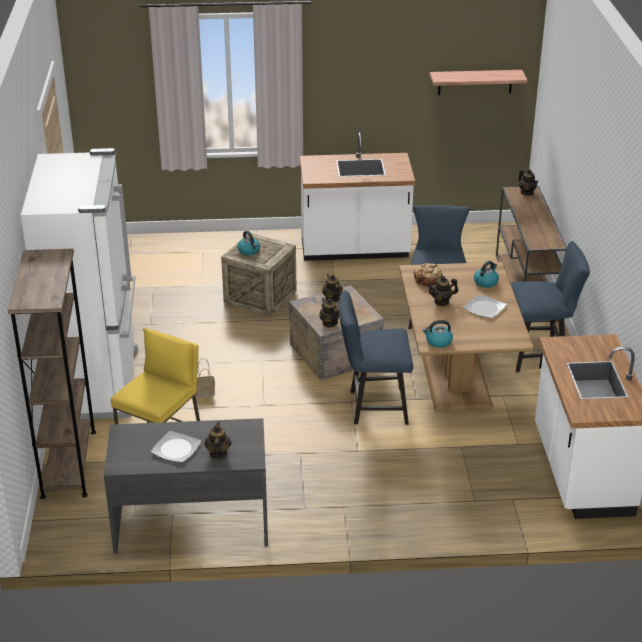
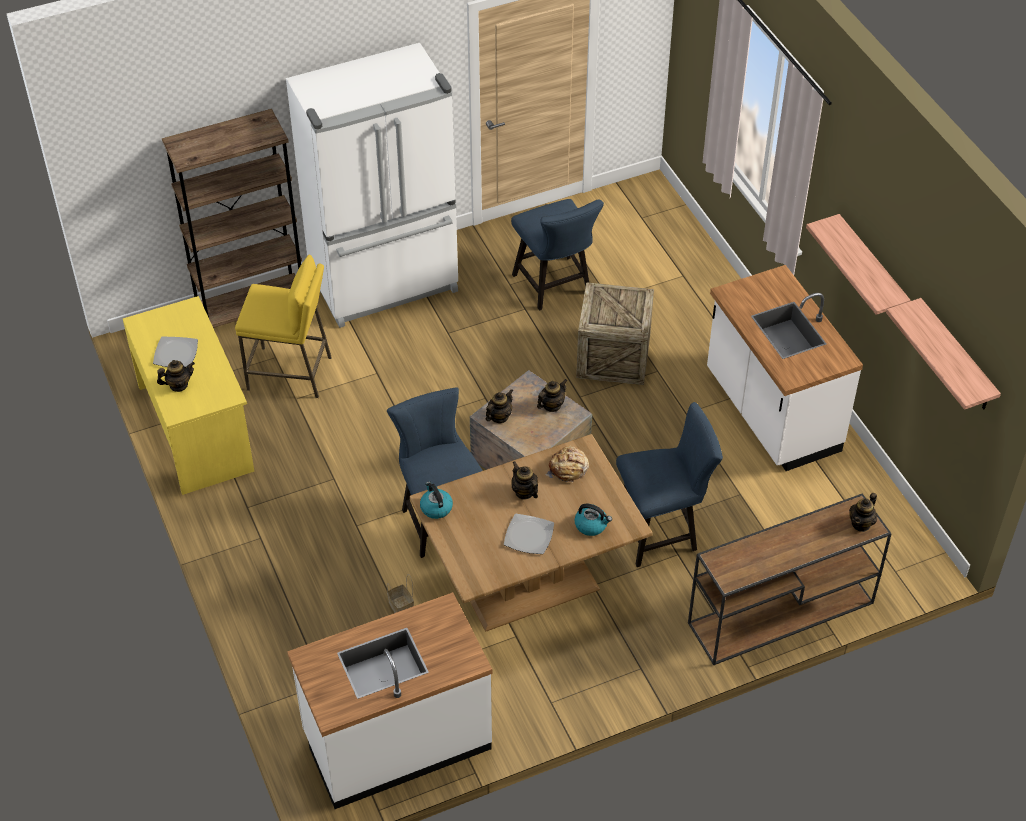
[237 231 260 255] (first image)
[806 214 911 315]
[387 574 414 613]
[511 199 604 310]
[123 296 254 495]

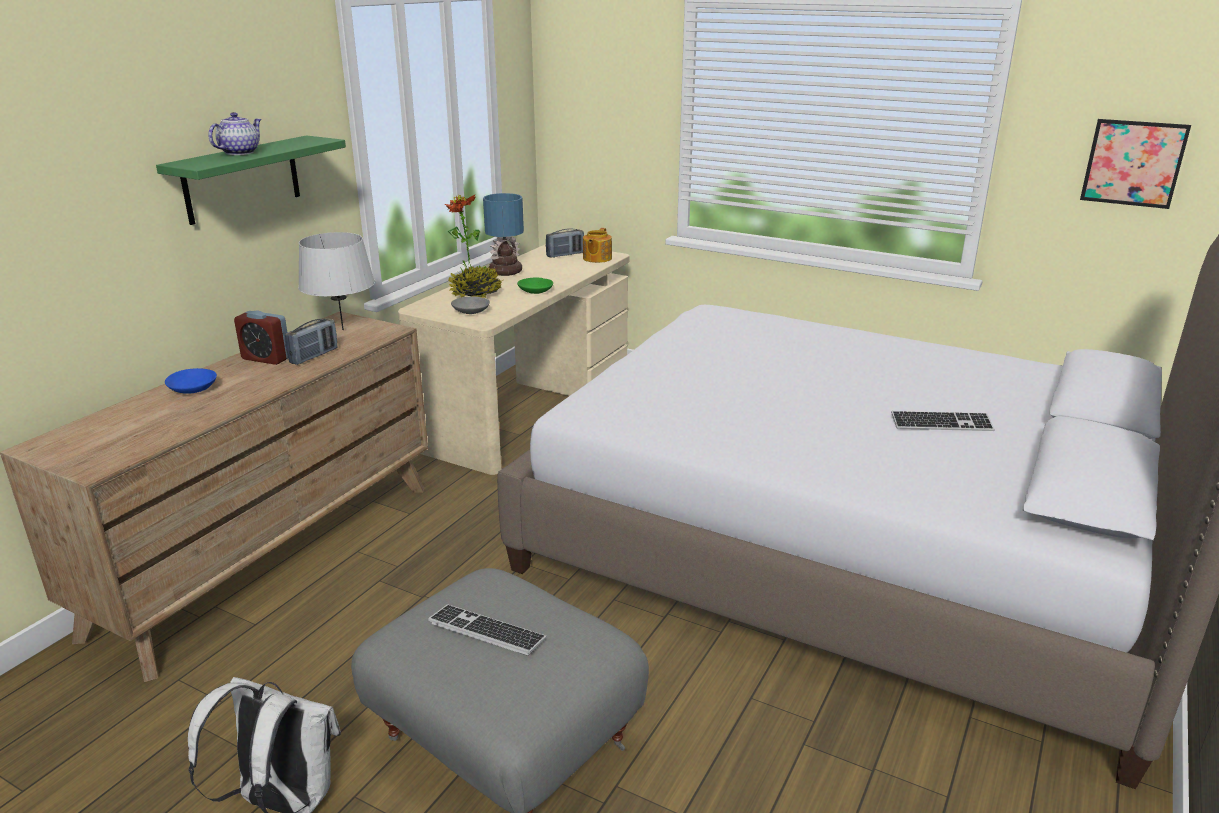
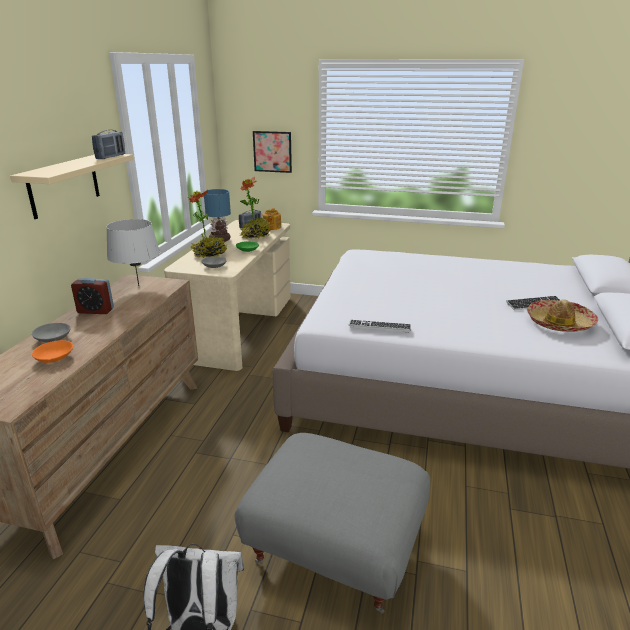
[208 112 262 155] (first image)
[32 340 73 363]
[239 176 271 239]
[527 300 598 332]
[92 129 125 159]
[349 320 411 332]
[253 131 292 173]
[10 154 133 219]
[32 323 71 342]

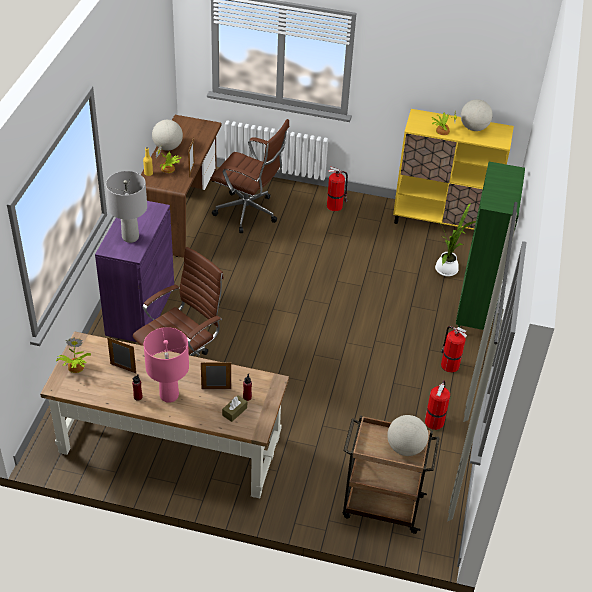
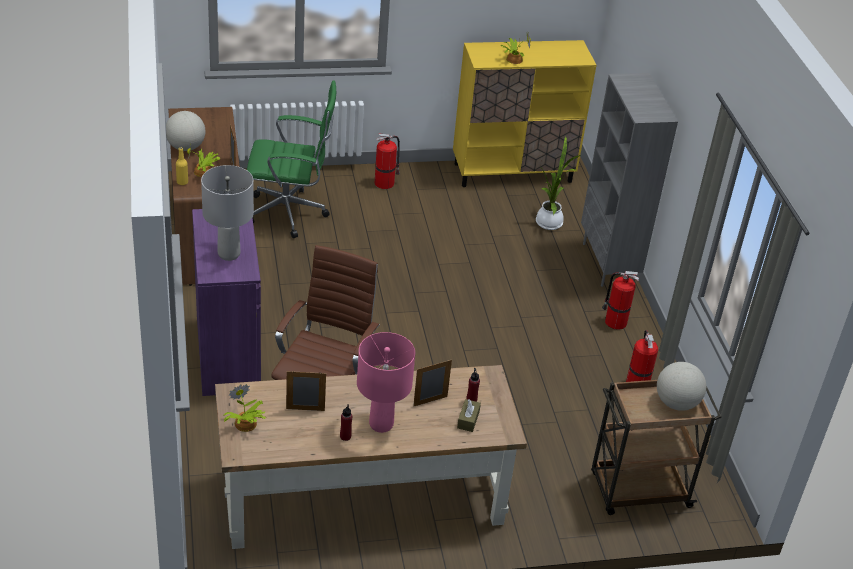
[461 99 493 131] (first image)
[247 80 336 238]
[581 73 678 287]

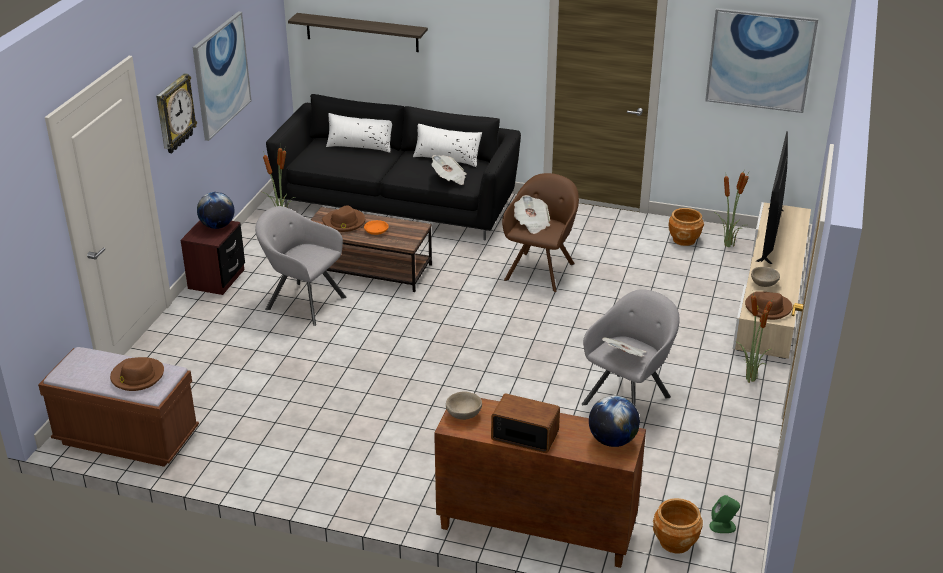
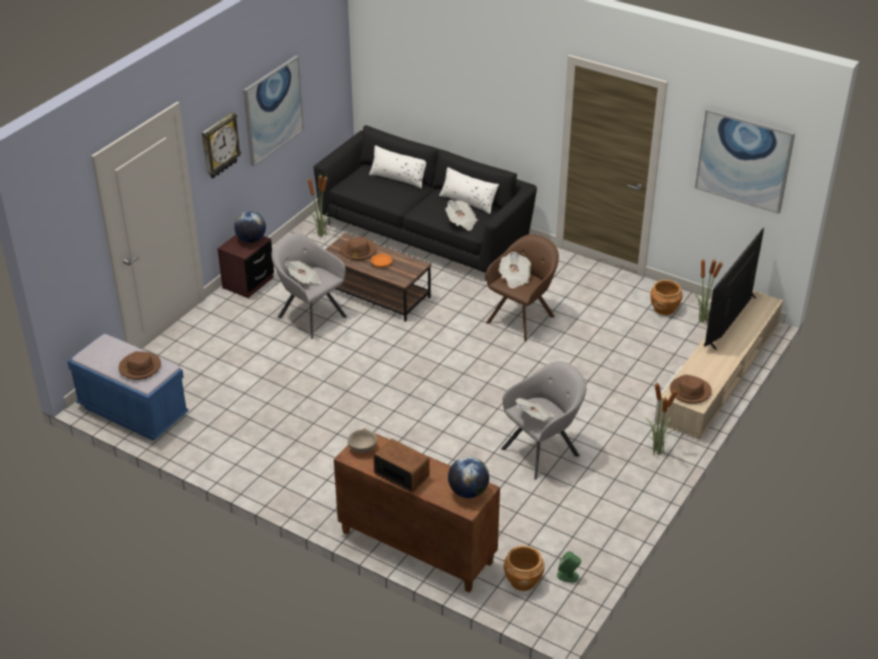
[288 13 428 52] (first image)
[751 267 780 287] (first image)
[285 261 321 284]
[67 334 189 441]

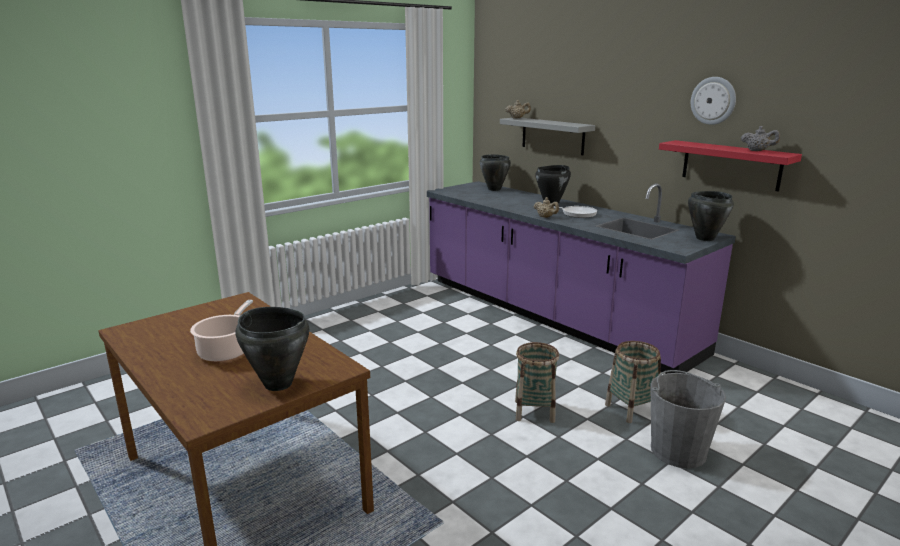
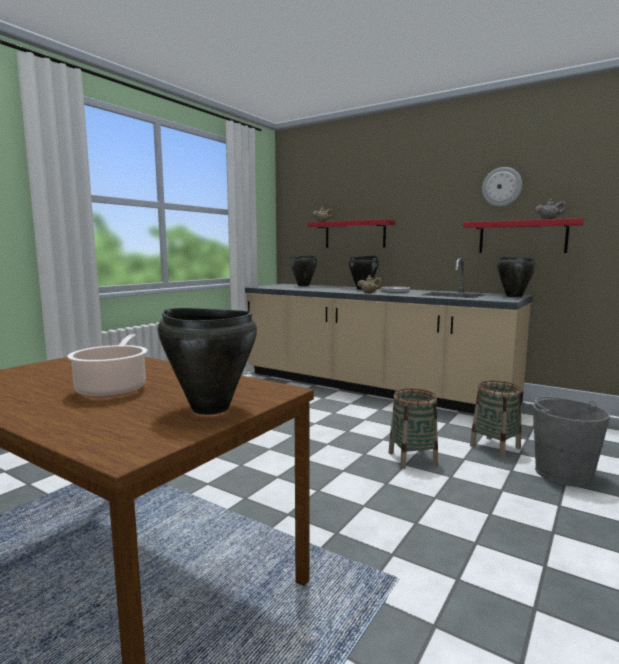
[245 258 533 414]
[308 219 395 248]

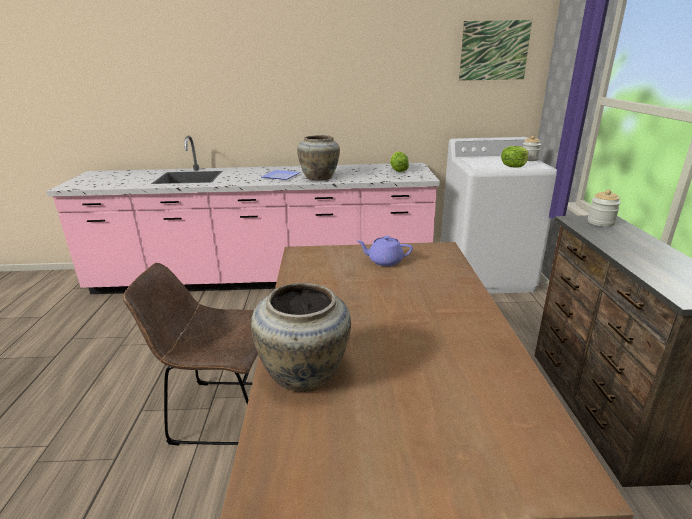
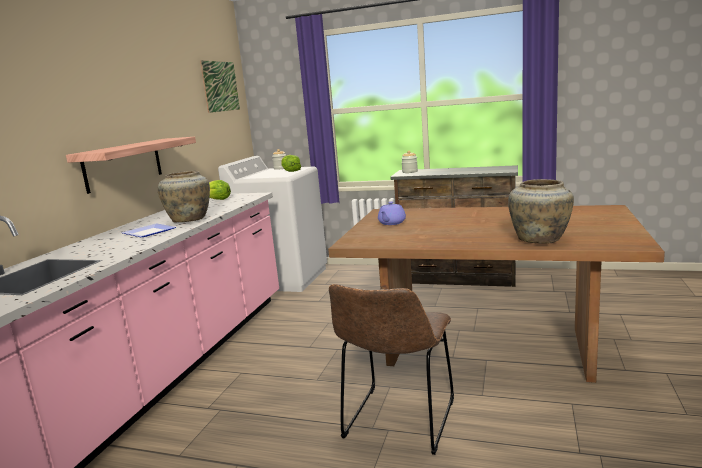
[66 137 196 194]

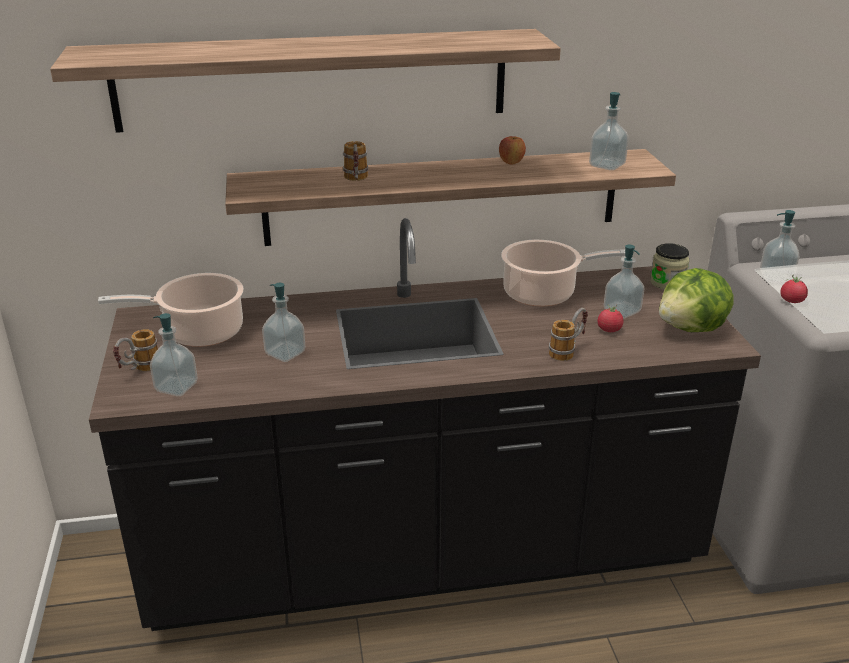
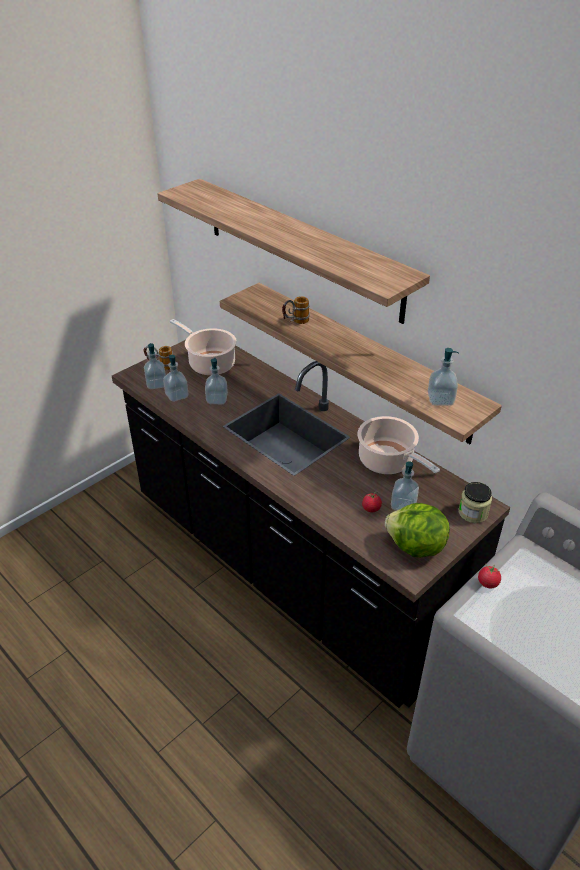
[499 136 526 165] (first image)
[549 308 588 361] (first image)
[163 355 188 402]

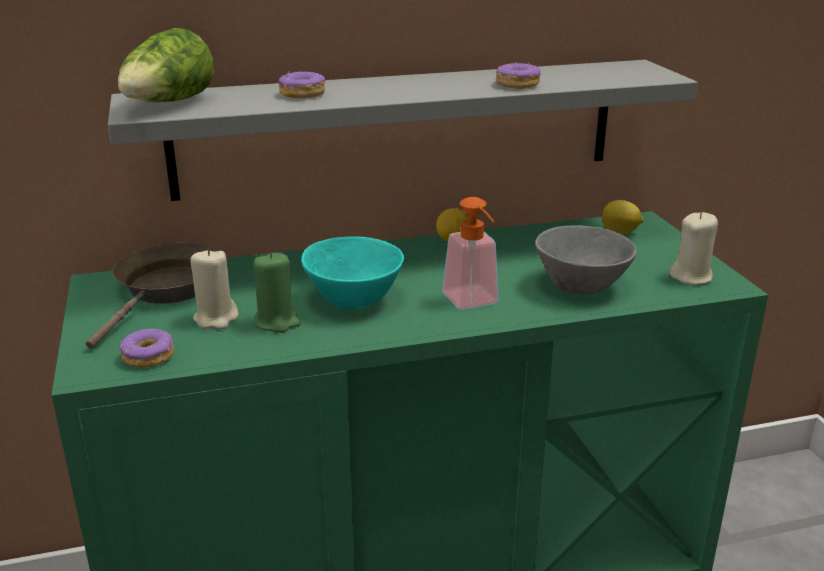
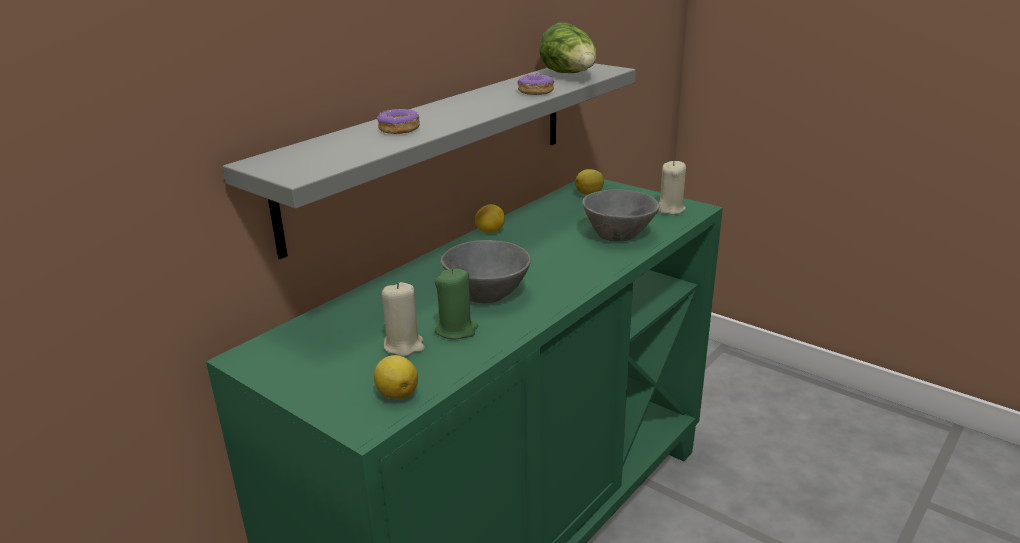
[86 243 217 349] (first image)
[442 197 499 310] (first image)
[539 23 597 73]
[374 355 418 400]
[440 240 531 303]

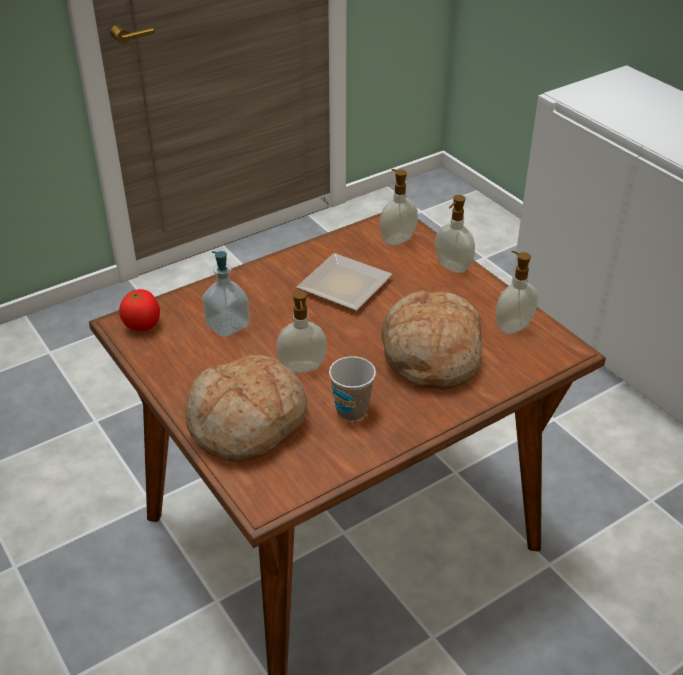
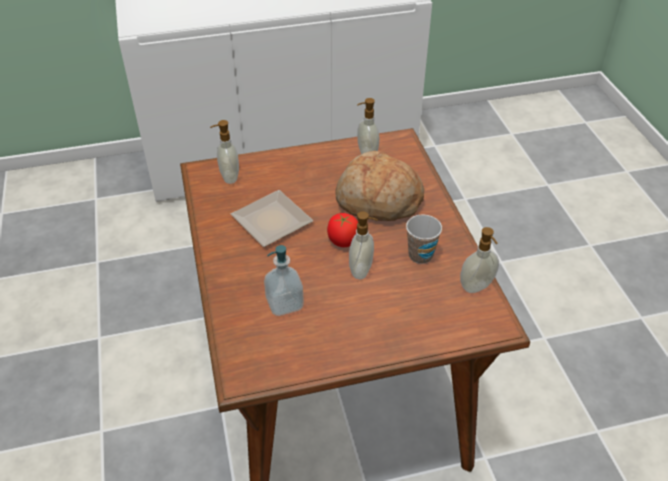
[185 355 307 462] (first image)
[327 213 358 247]
[460 227 499 293]

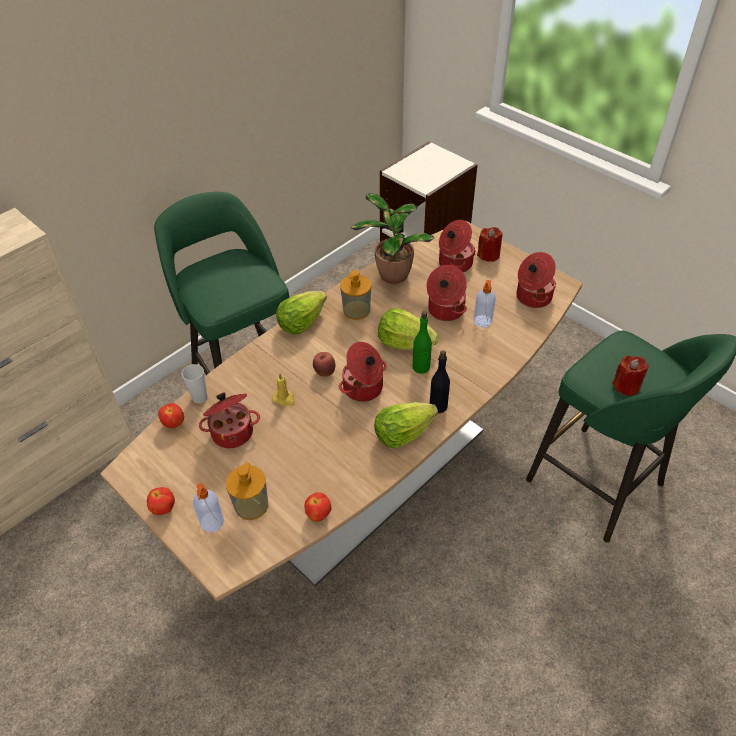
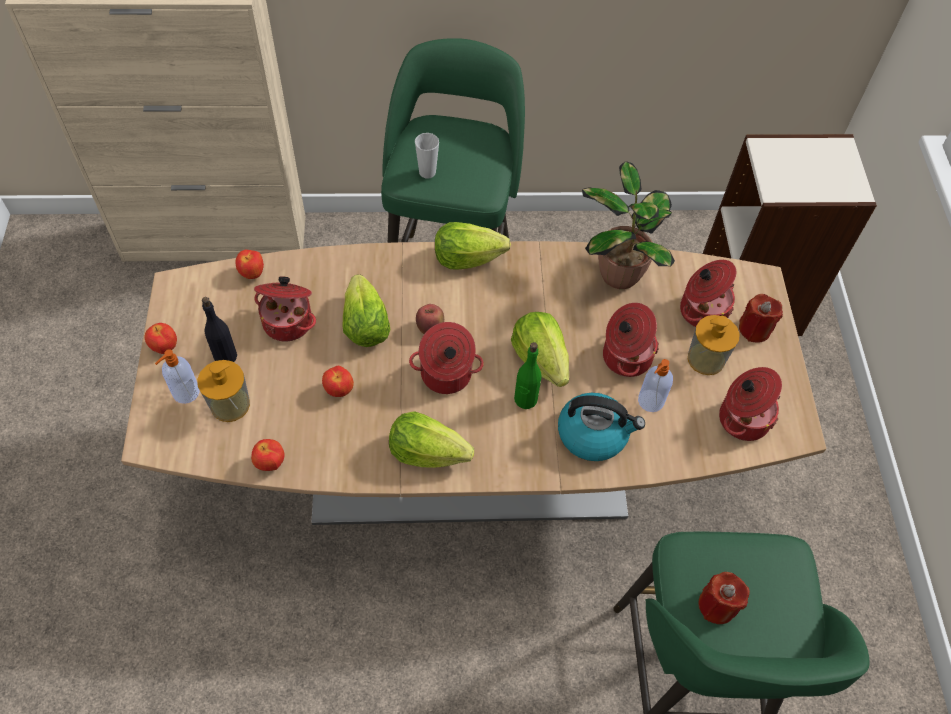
[322 365 354 397]
[558 393 645 461]
[415 133 439 179]
[688 315 740 375]
[202 297 237 362]
[343 274 391 347]

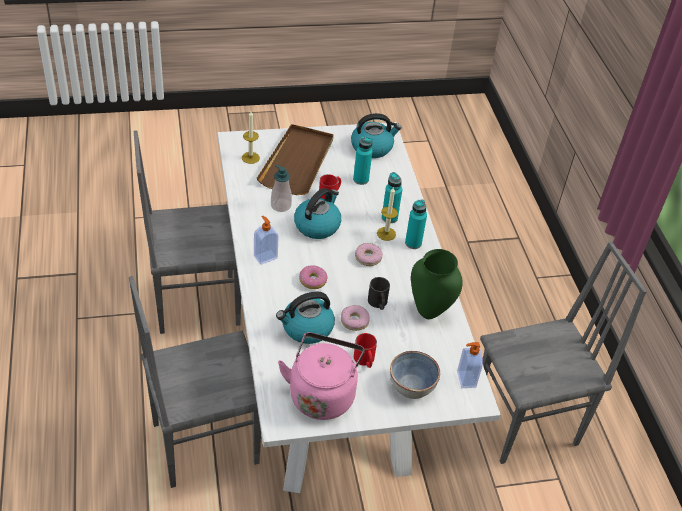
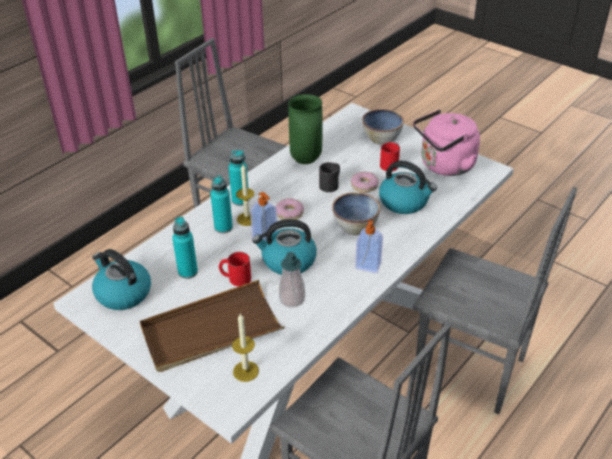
[250 192 278 241]
[332 192 380 235]

